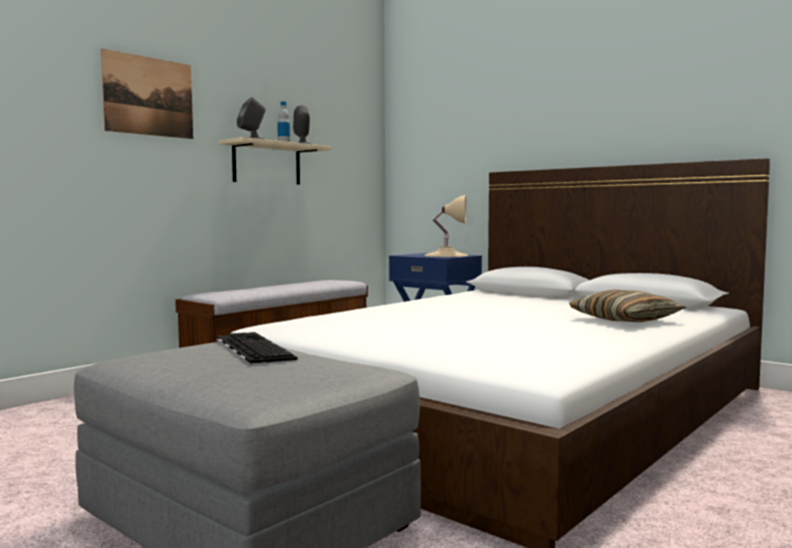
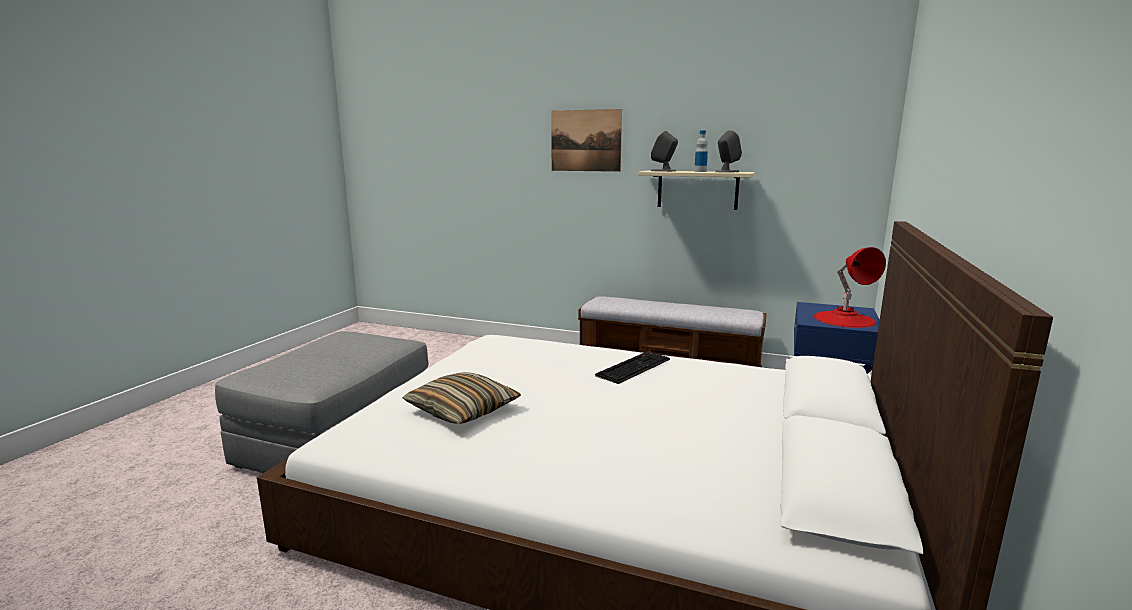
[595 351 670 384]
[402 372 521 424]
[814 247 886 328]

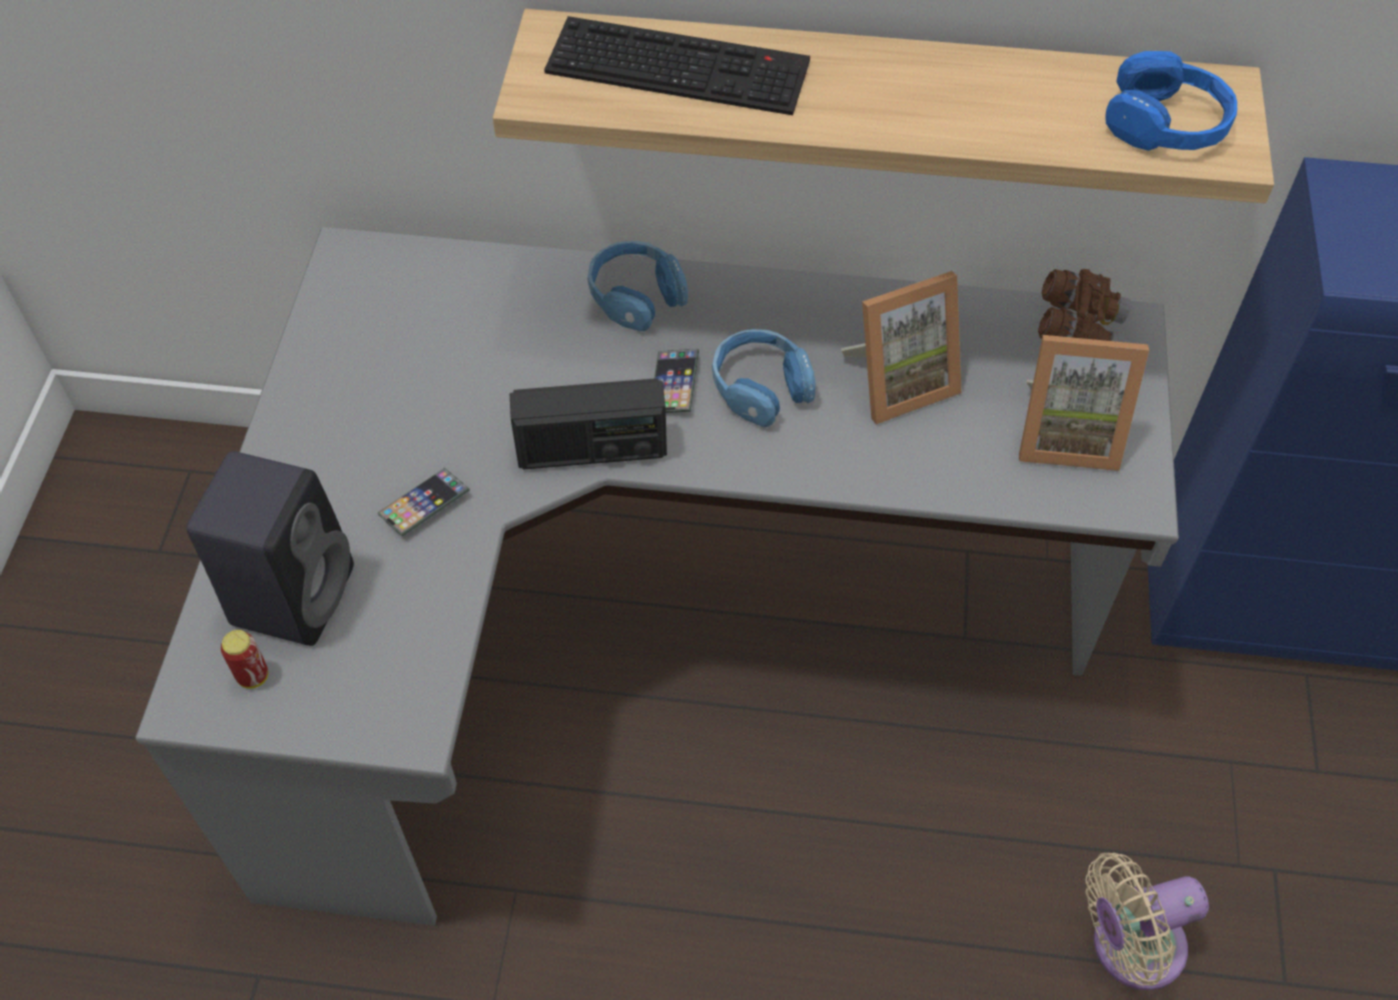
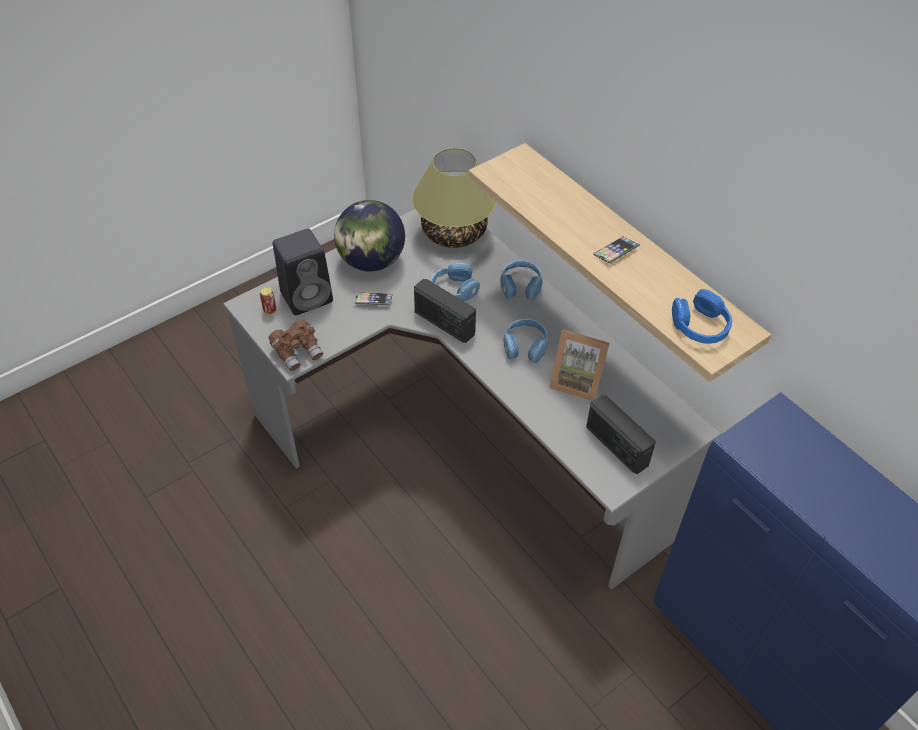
[544 16 810 115] (first image)
[1085 853 1209 990] (first image)
[334 200 405 271]
[412 148 497 248]
[431 263 480 301]
[593 236 640 264]
[268 319 323 371]
[586 395 656 474]

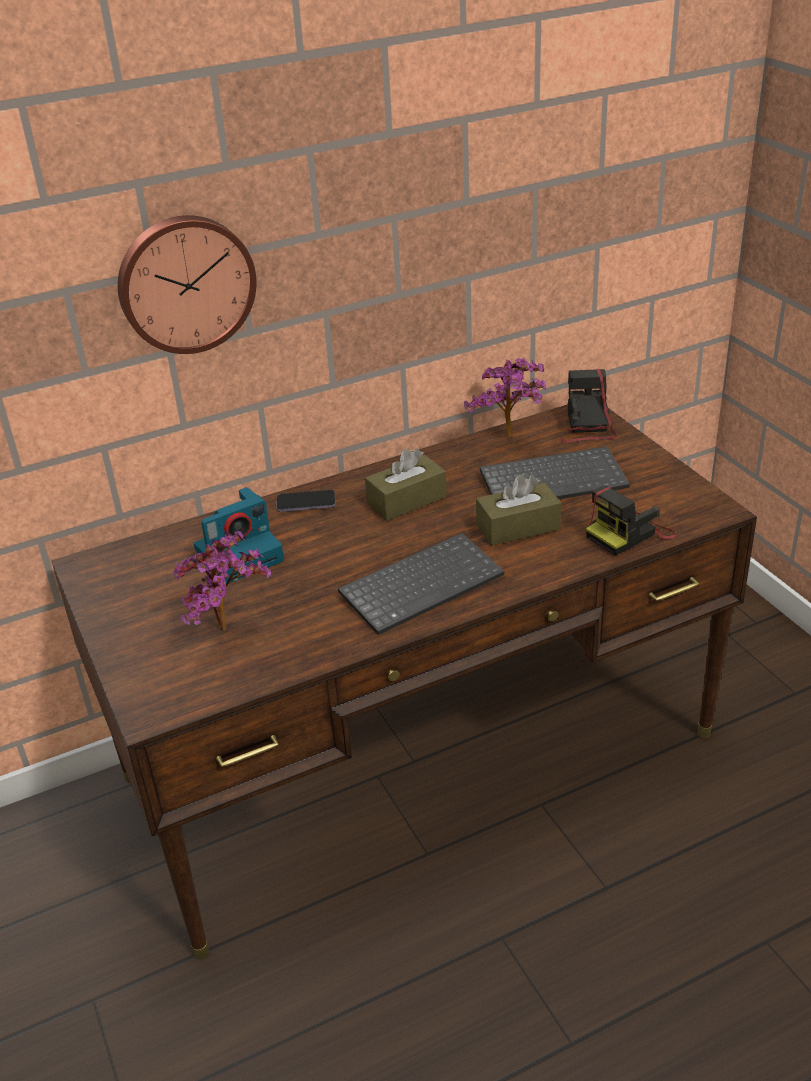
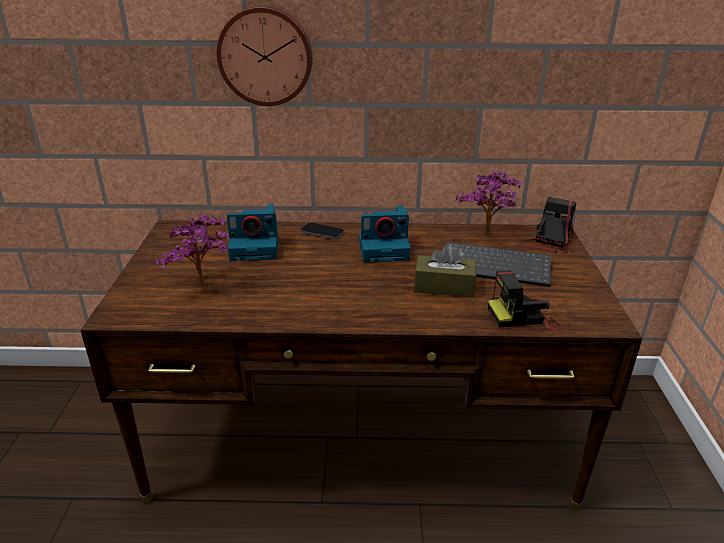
[338 533 505 635] (first image)
[359 206 411 262]

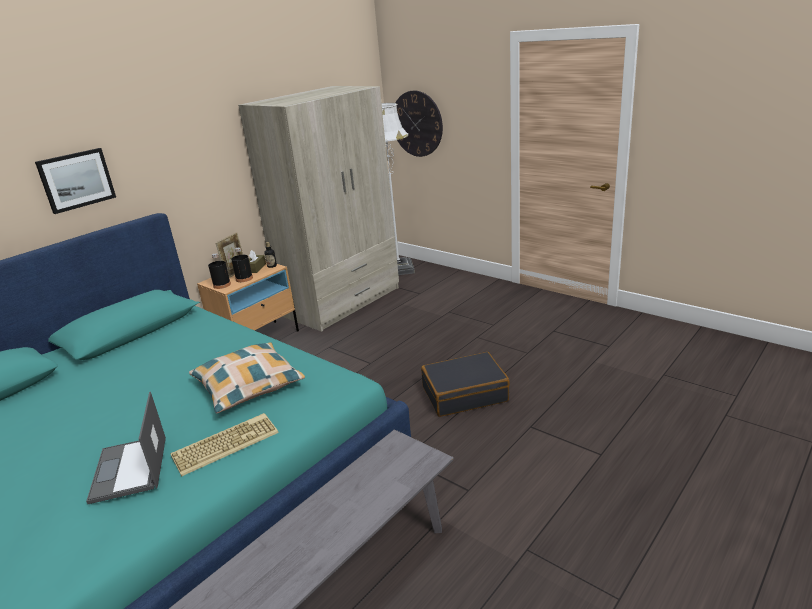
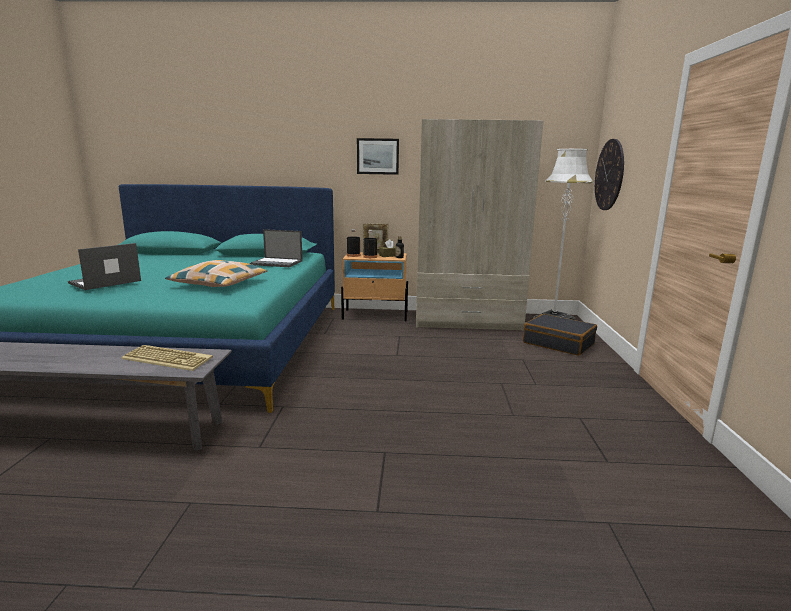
[250 229 303 267]
[357 138 399 175]
[121 345 213 371]
[523 314 597 356]

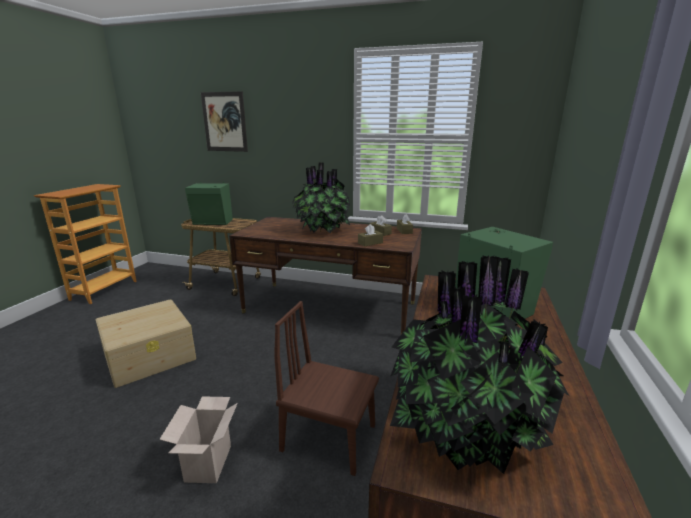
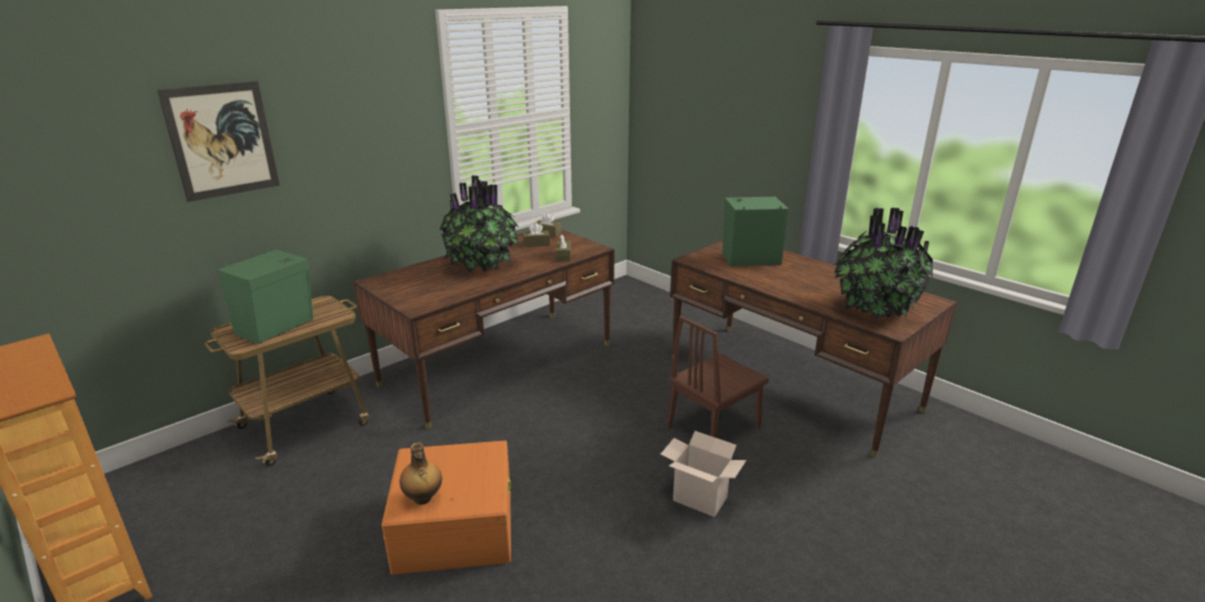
[400 443 442 505]
[382 441 511 575]

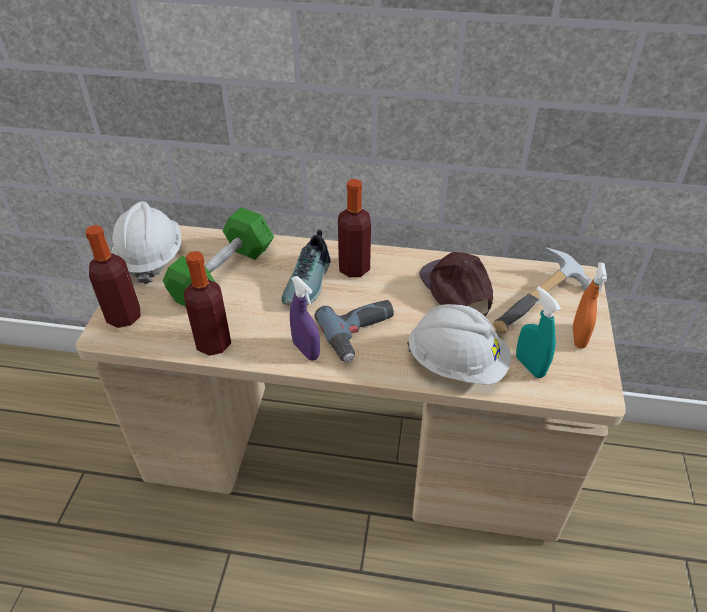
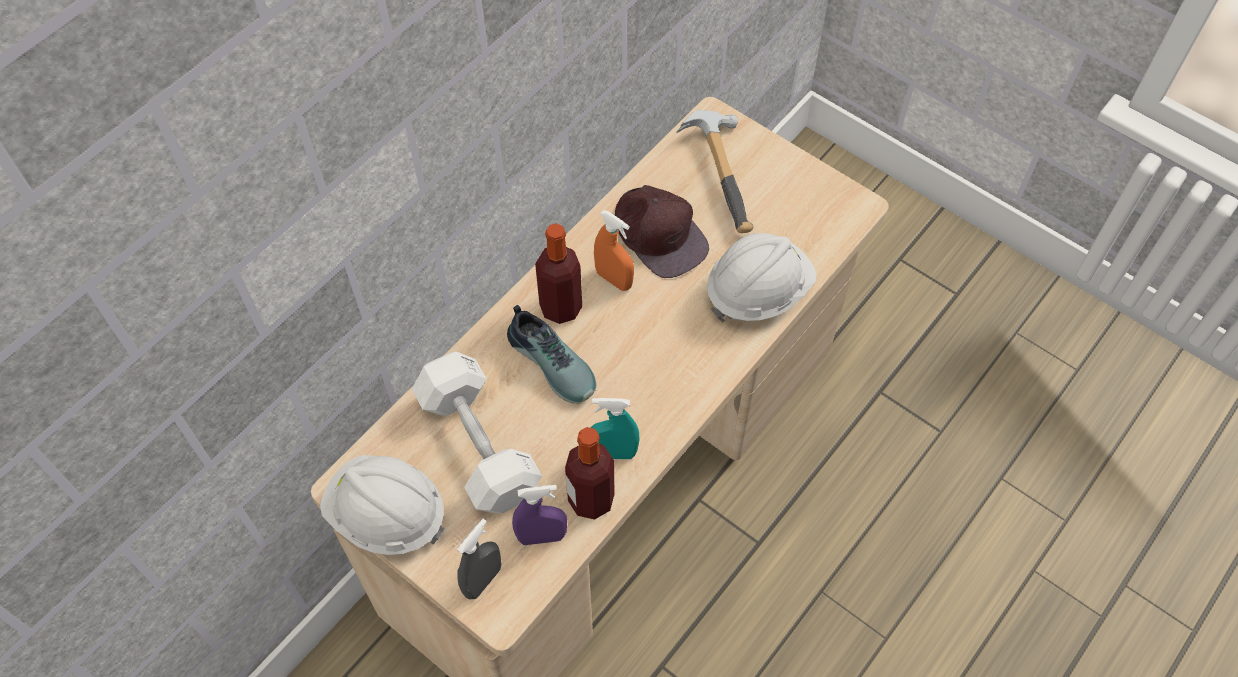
[314 300 394 362] (first image)
[512 485 567 545]
[590 398 640 459]
[594 210 634 291]
[457 519 501 599]
[412 351 542 513]
[615 185 709 278]

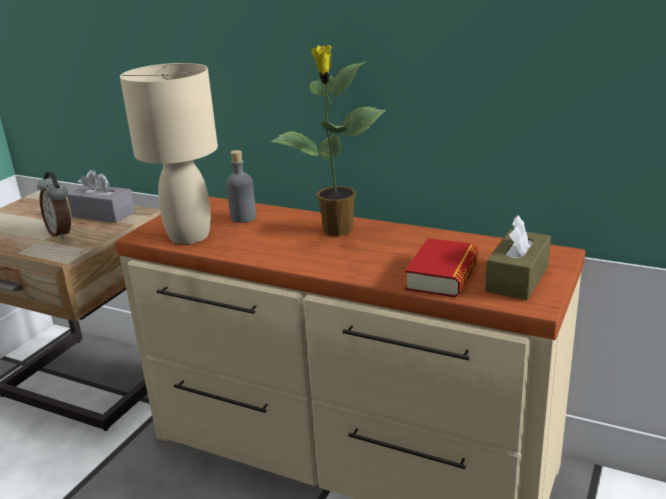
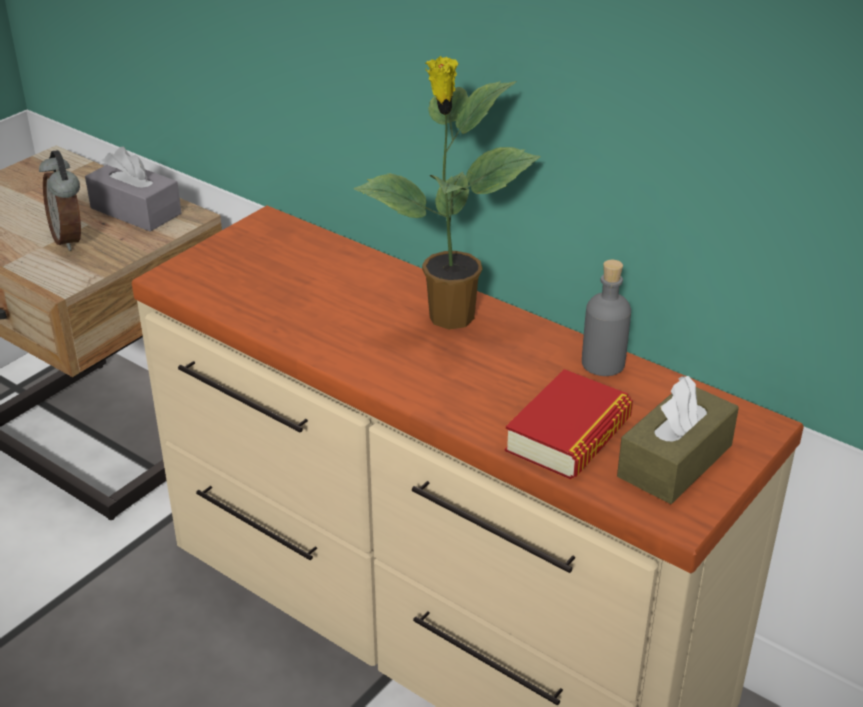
[120 63 218 244] (first image)
[582 260 631 376]

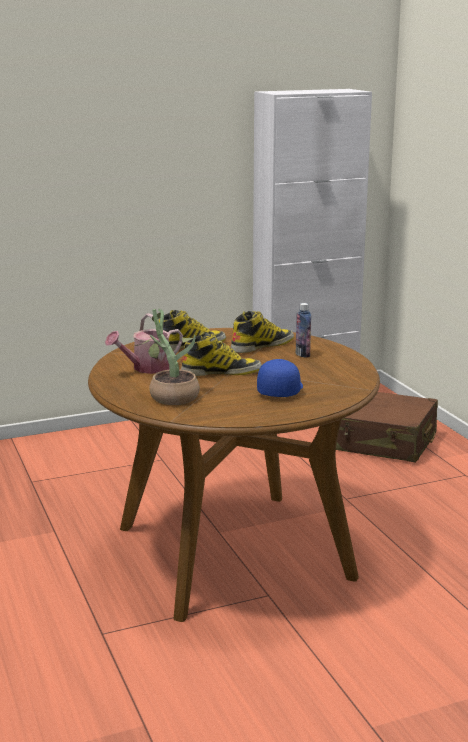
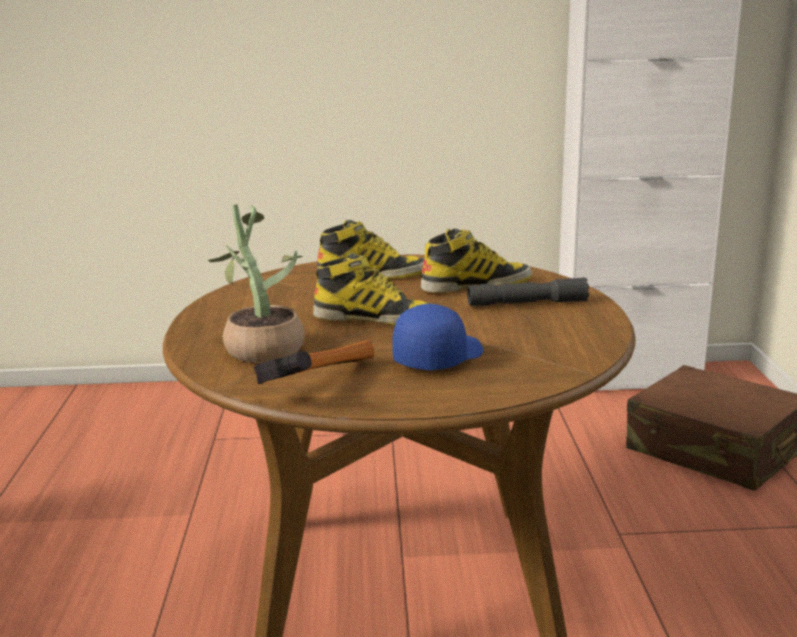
[105 313 183 374] (first image)
[254 340 374 384]
[467 277 589 306]

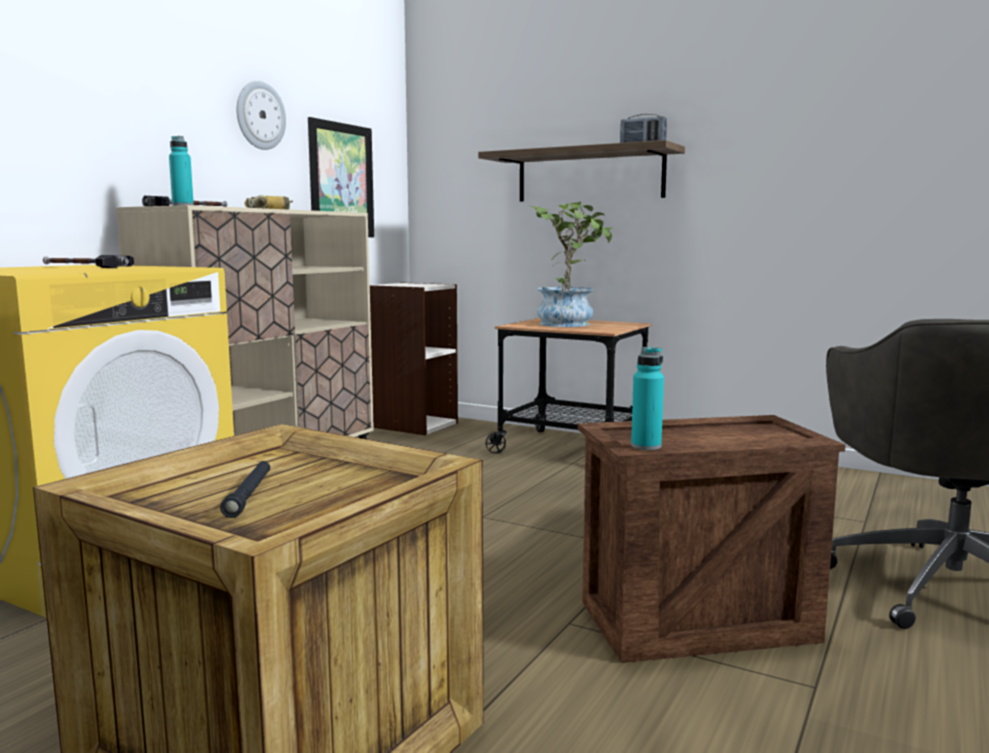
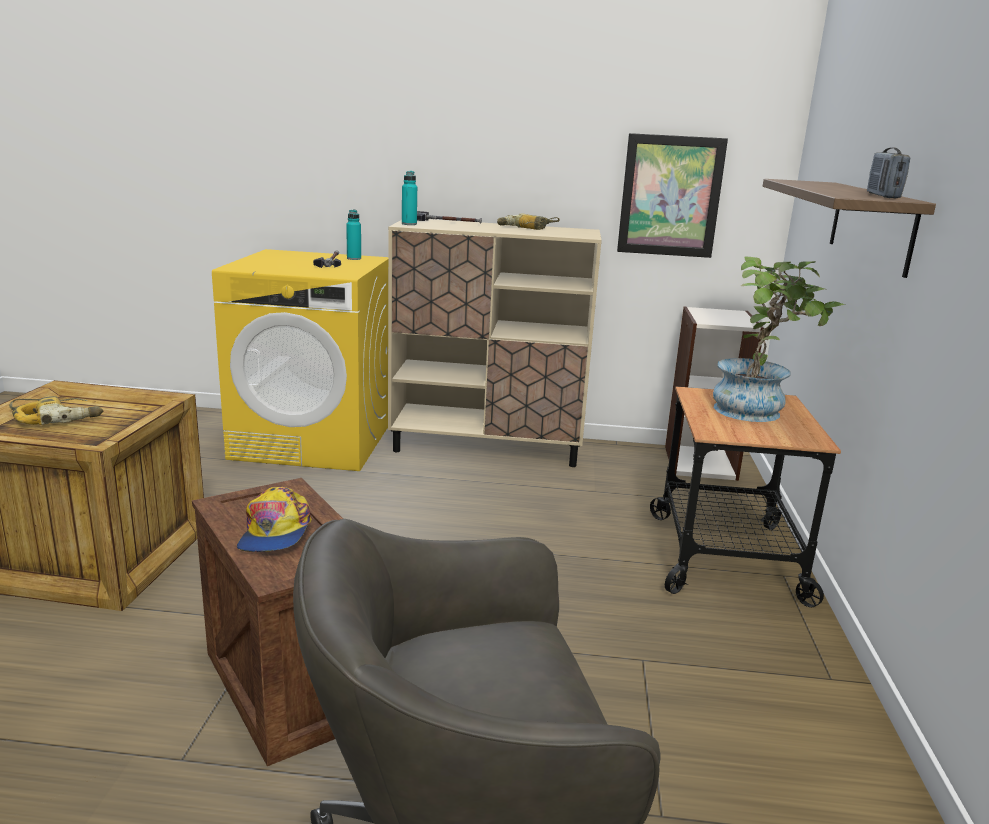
[237 81 286 150] (first image)
[237 487 312 552]
[346 209 361 260]
[9 396 103 425]

